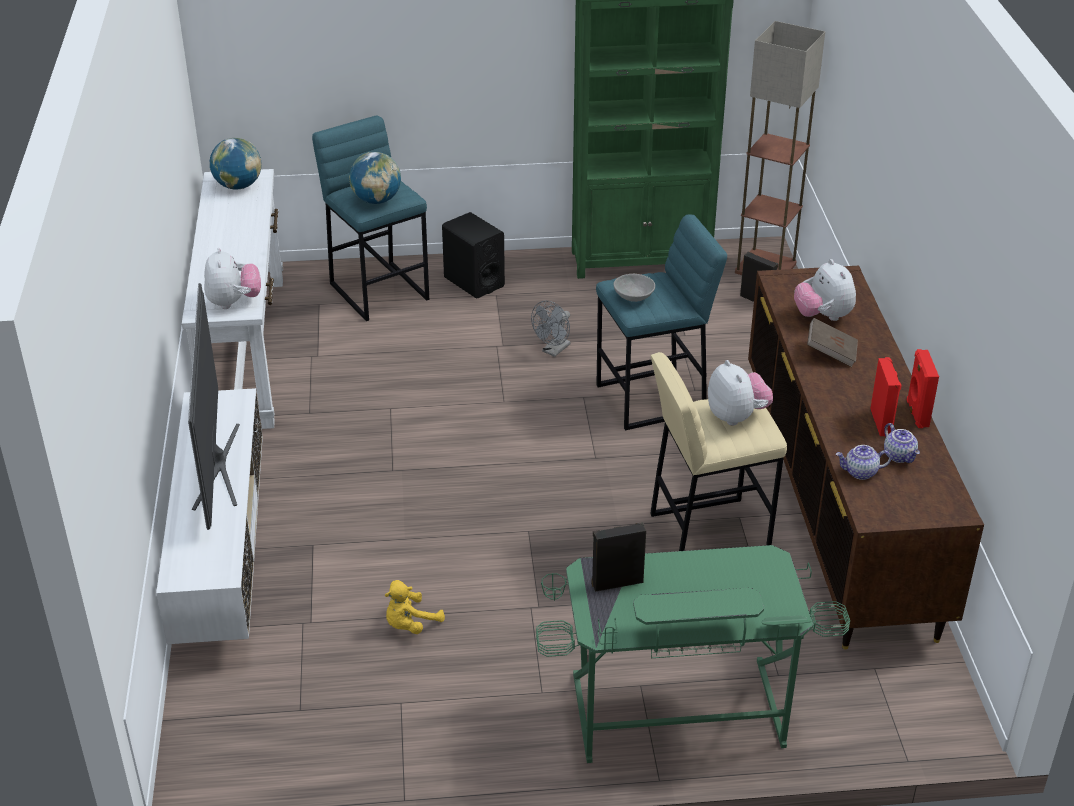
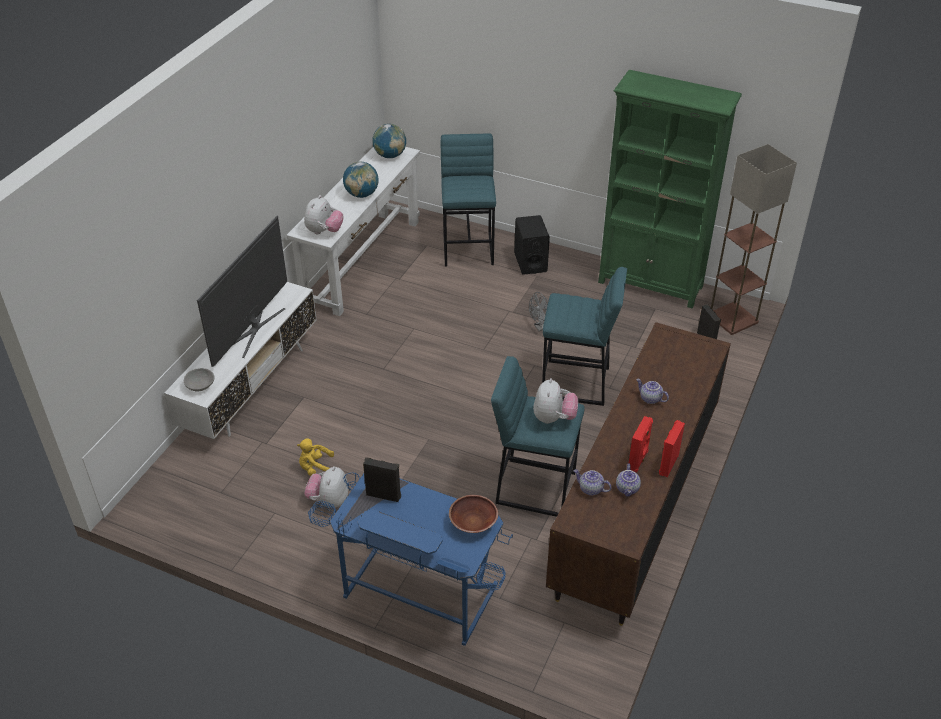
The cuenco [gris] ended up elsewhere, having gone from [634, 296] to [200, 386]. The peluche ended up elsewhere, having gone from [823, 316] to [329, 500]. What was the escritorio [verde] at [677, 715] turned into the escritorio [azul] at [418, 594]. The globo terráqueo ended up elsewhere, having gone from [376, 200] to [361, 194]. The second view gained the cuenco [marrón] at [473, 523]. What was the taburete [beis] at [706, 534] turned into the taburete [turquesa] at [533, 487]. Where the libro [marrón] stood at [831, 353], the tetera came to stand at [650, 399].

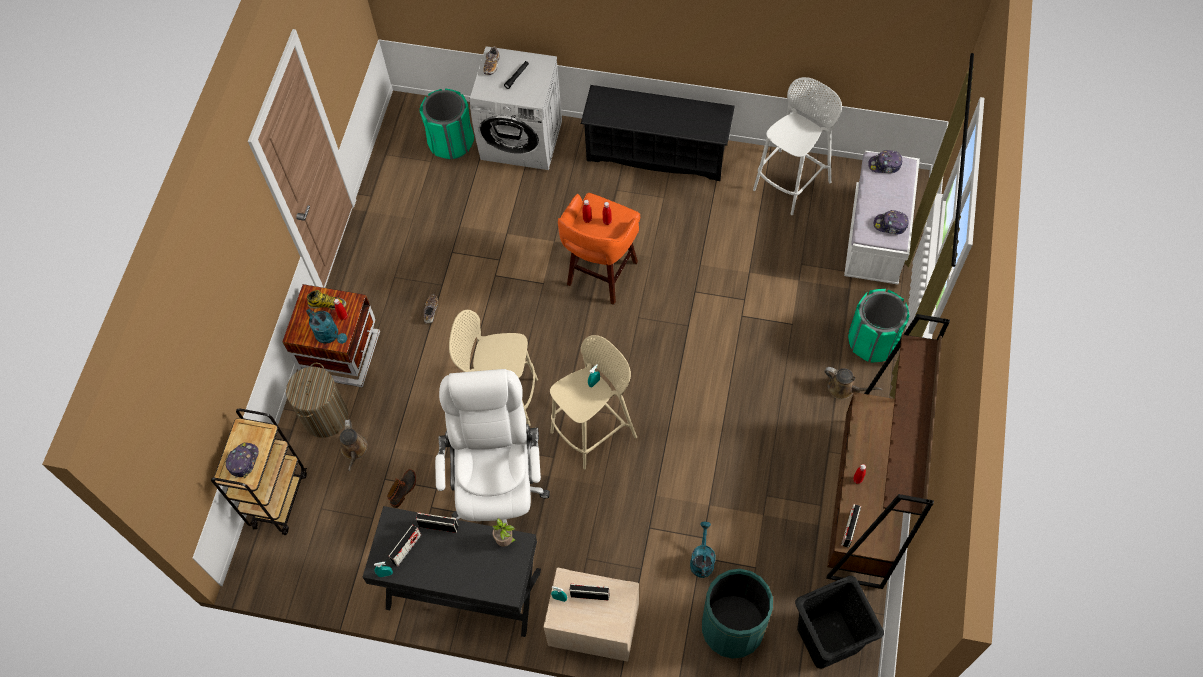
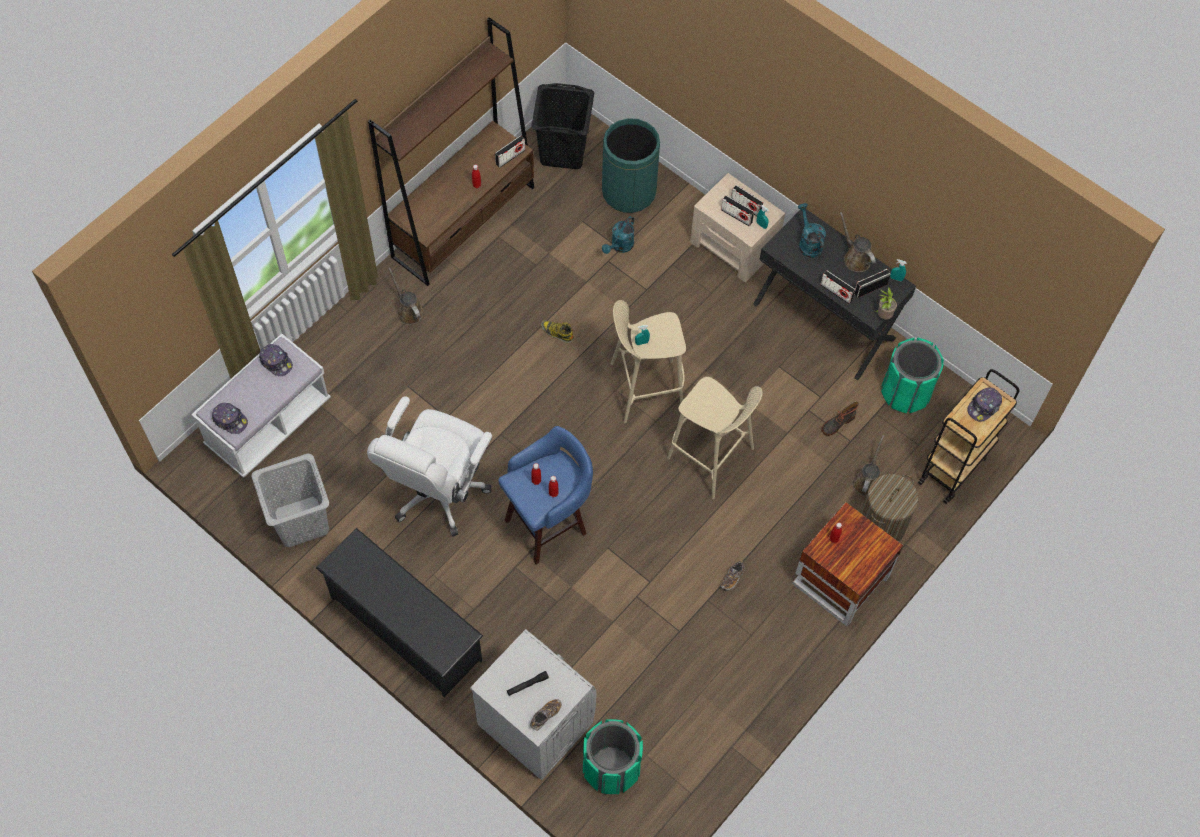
Where the taburete [blanco] stood at [790, 182], the cesto de la ropa [gris] came to stand at [300, 521]. The silla de oficina [blanco] ended up elsewhere, having gone from [498, 490] to [438, 494]. What was the taburete [naranja] at [600, 276] turned into the taburete [azul] at [549, 525]. The bota ended up elsewhere, having gone from [327, 304] to [557, 333]. The second view gained the radio at [746, 206]. The regadera [turquesa] ended up elsewhere, having gone from [330, 335] to [808, 243]. The second view gained the regadera [marrón] at [855, 258]. The planta en maceta ended up elsewhere, having gone from [506, 541] to [883, 315]. The papelera [verde] ended up elsewhere, having gone from [872, 341] to [906, 392].

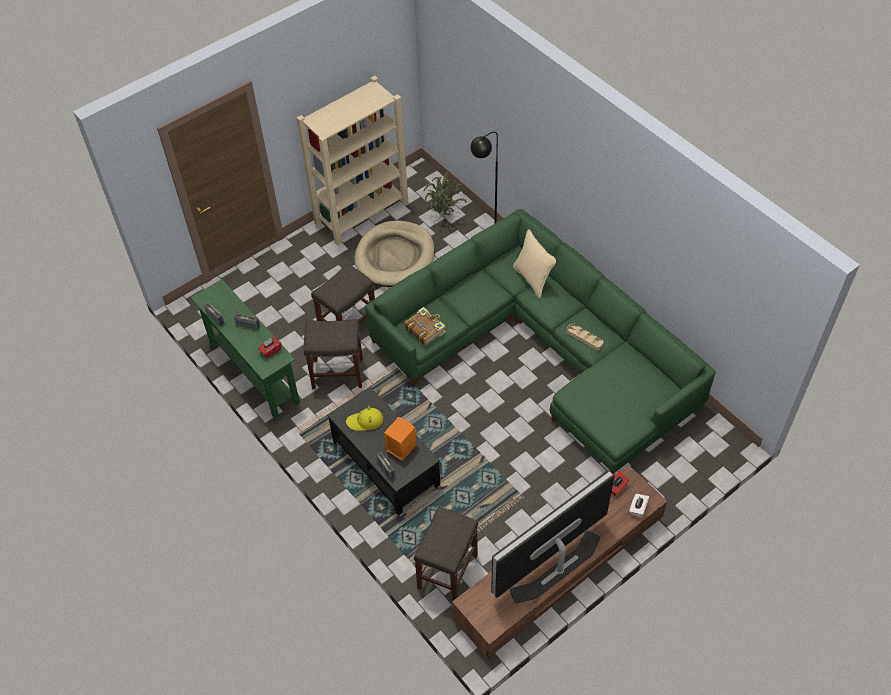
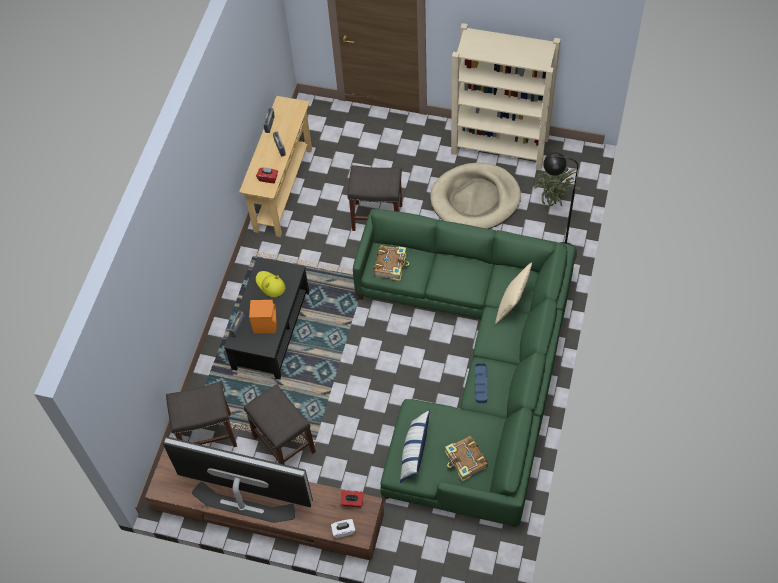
What was the mesa consola [verde] at [253, 373] turned into the mesa consola [beis] at [282, 189]. The taburete [gris] ended up elsewhere, having gone from [337, 373] to [283, 444]. The second view gained the cojín at [414, 452]. The second view gained the libro at [466, 461]. What was the bandeja [beis] at [584, 338] turned into the bandeja [azul] at [481, 384].

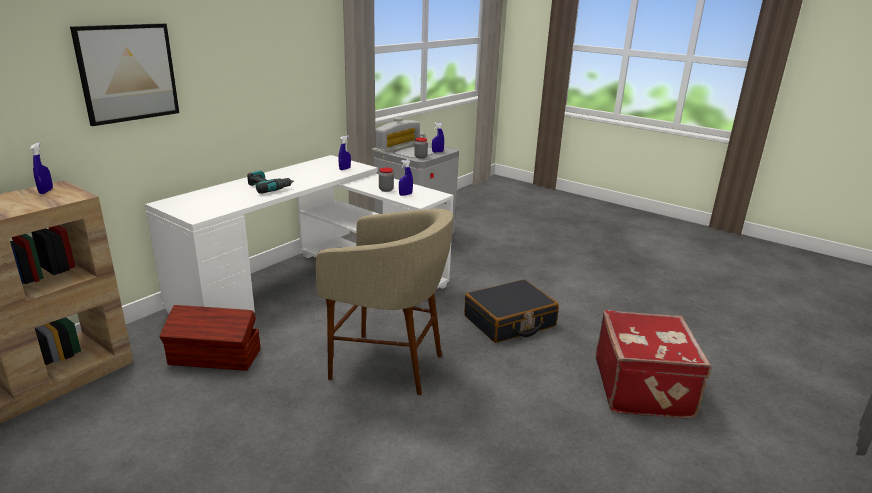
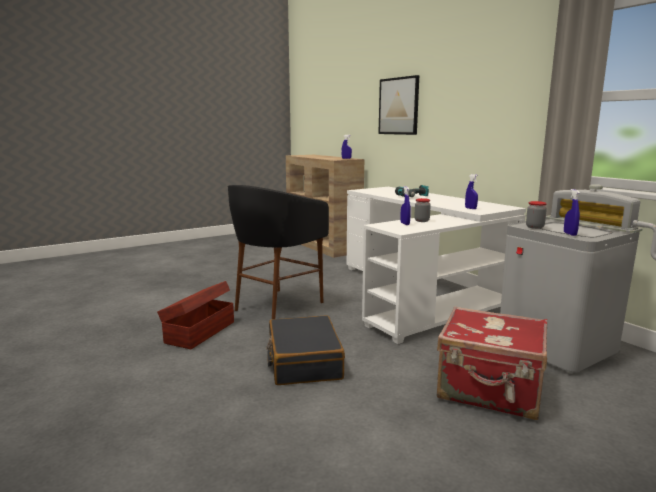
The caja de almacenaje [marrón] ended up elsewhere, having gone from [215, 358] to [199, 332]. What was the taburete [beis] at [388, 365] turned into the taburete [negro] at [277, 306]. The maleta [rojo] ended up elsewhere, having gone from [644, 388] to [490, 391].

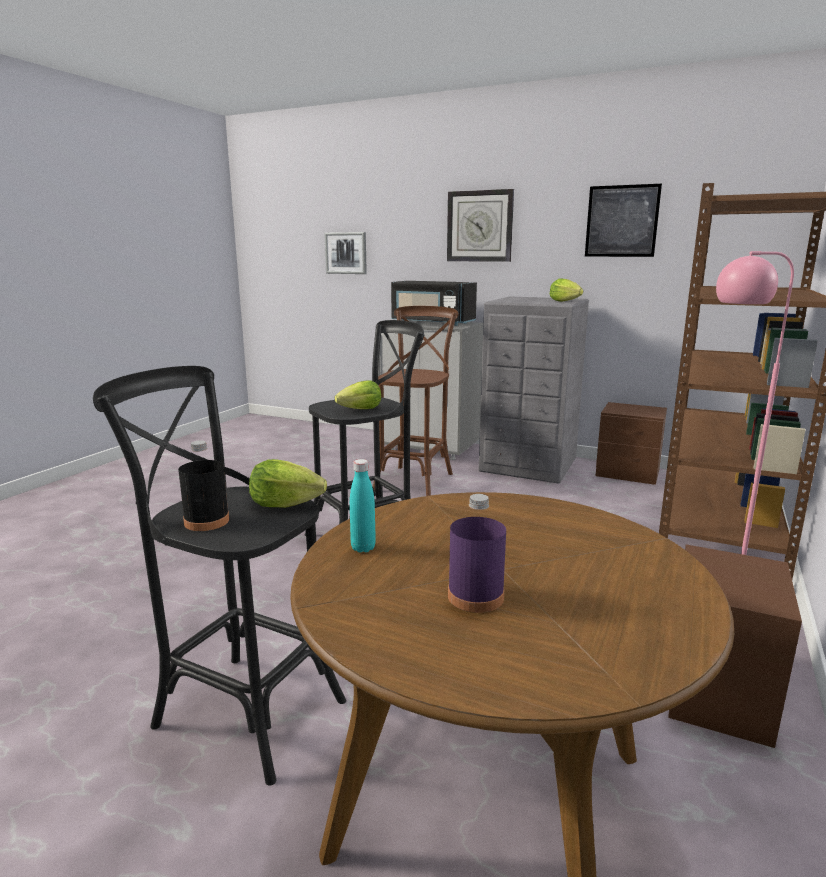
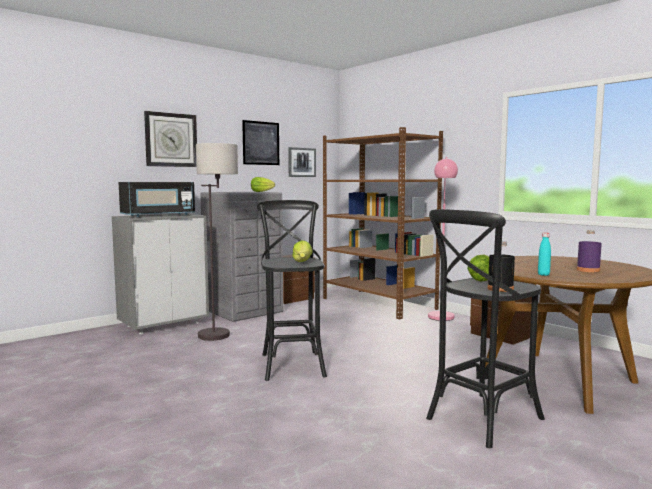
Where the taburete [marrón] stood at [415, 480], the lámpara de pie [gris] came to stand at [219, 338]. The cuadro ended up elsewhere, having gone from [346, 253] to [301, 162].

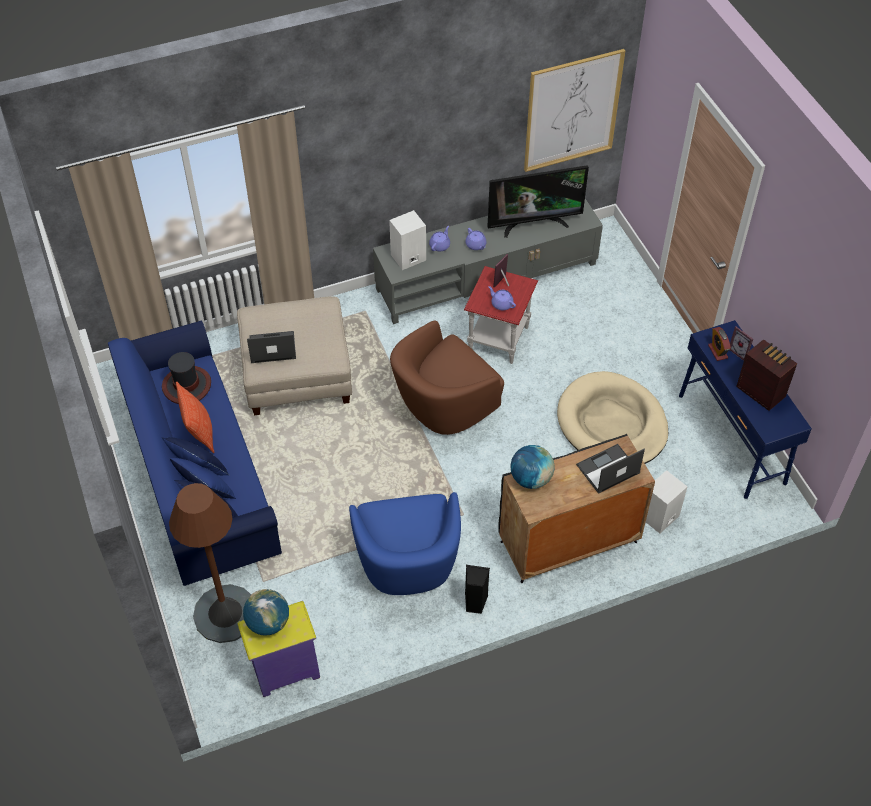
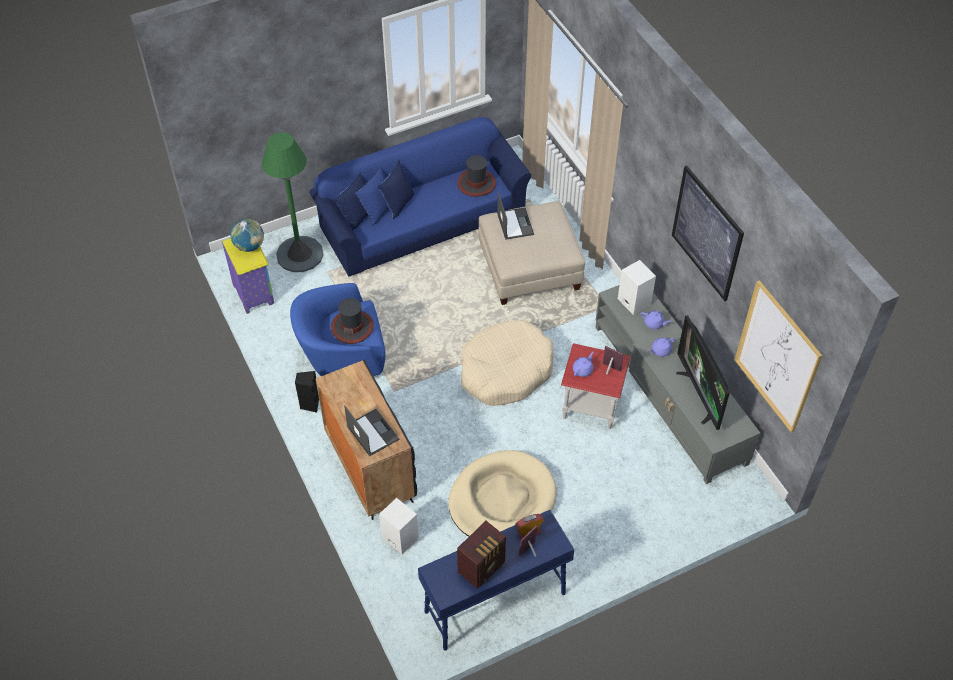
What was the lámpara de pie [marrón] at [225, 614] turned into the lámpara de pie [verde] at [299, 254]. The second view gained the sombrero at [352, 327]. Where the sillón [marrón] stood at [444, 407], the cama para perro [beis] came to stand at [505, 371]. The second view gained the cuadro at [707, 233]. The second view lost the cojín [naranja] at [199, 433]. The second view lost the globo terráqueo at [531, 479].

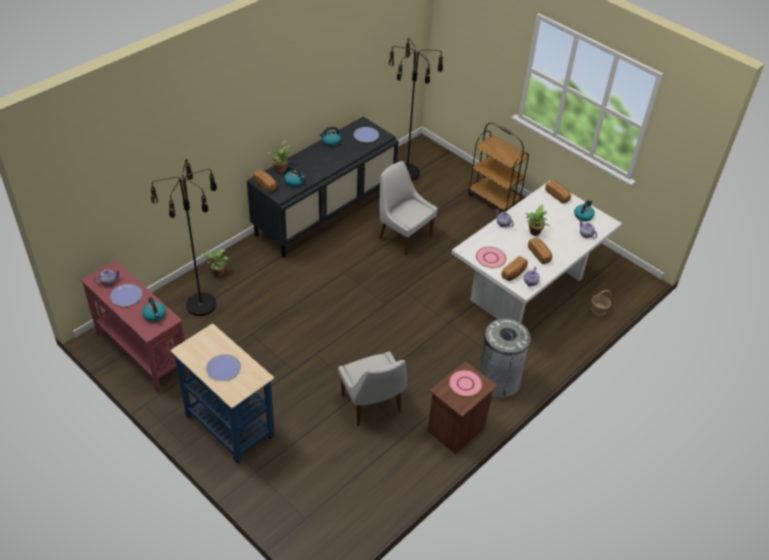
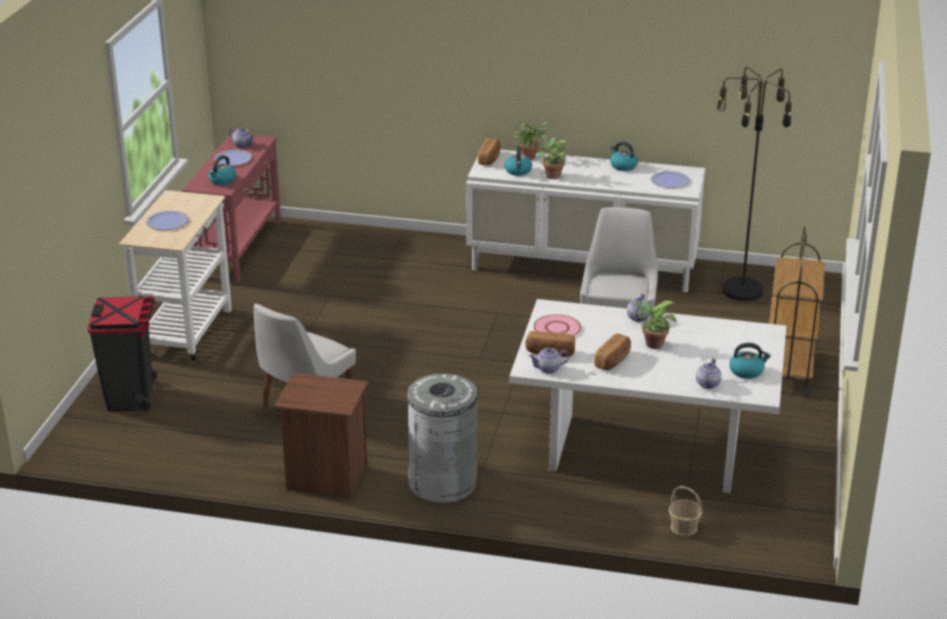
The second view gained the papelera [negro] at [131, 397]. What was the carrito [azul] at [228, 426] turned into the carrito [blanco] at [186, 331]. What was the armario [negro] at [325, 213] turned into the armario [blanco] at [583, 266]. The planta en maceta ended up elsewhere, having gone from [217, 273] to [551, 175]. The second view lost the lámpara de pie at [201, 305]. The second view lost the plato [rosa] at [465, 384]. The second view lost the pan at [557, 195].

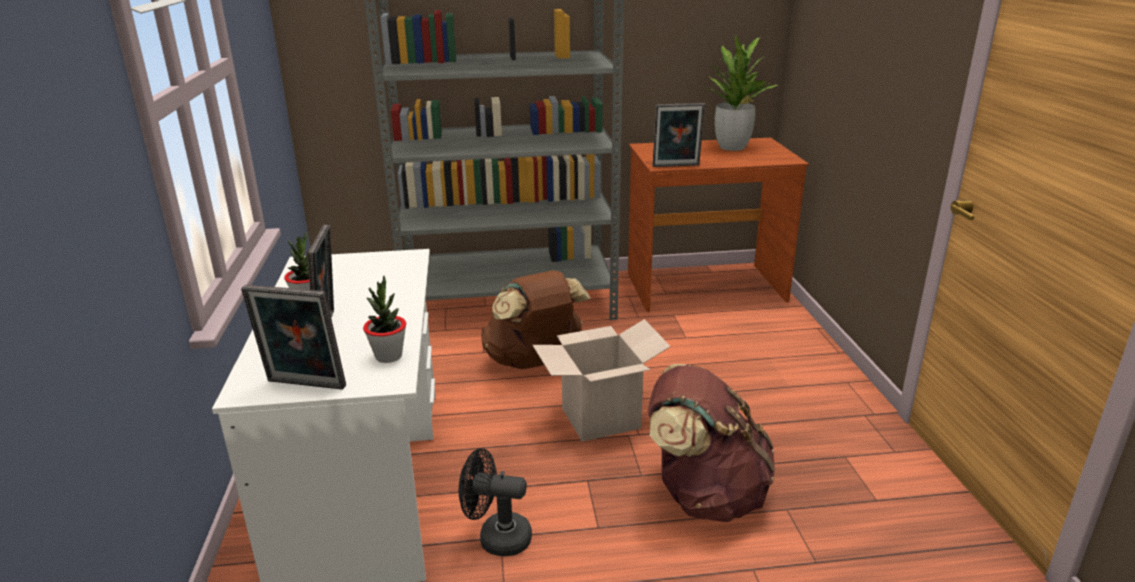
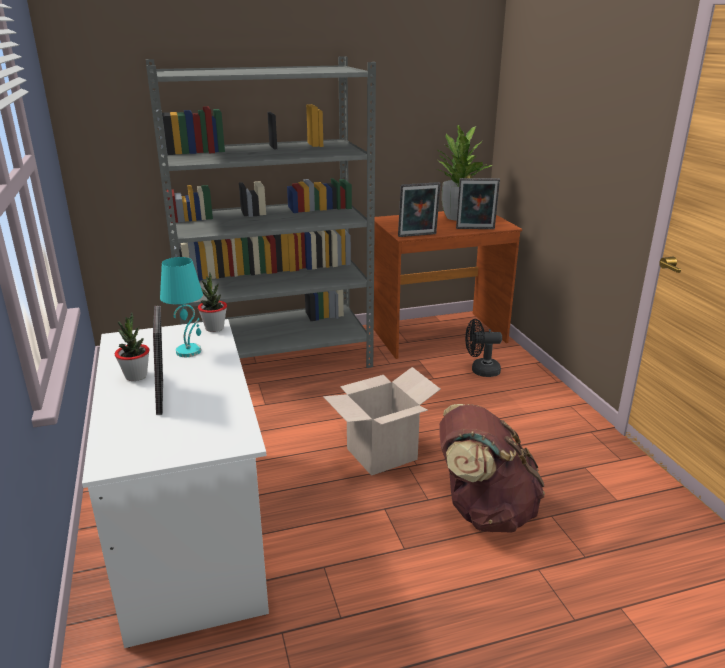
The second view gained the lámpara de mesa [turquesa] at [189, 351]. The planta en maceta ended up elsewhere, having gone from [388, 356] to [214, 328]. The portarretratos ended up elsewhere, having gone from [304, 386] to [475, 229]. The ventilador [negro] ended up elsewhere, having gone from [496, 538] to [480, 371]. The second view lost the mochila [marrón] at [535, 362].

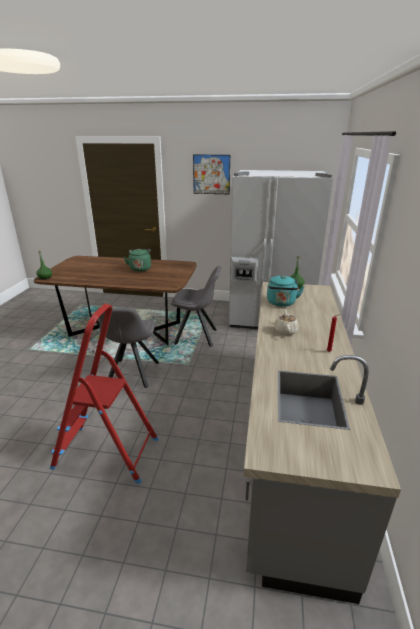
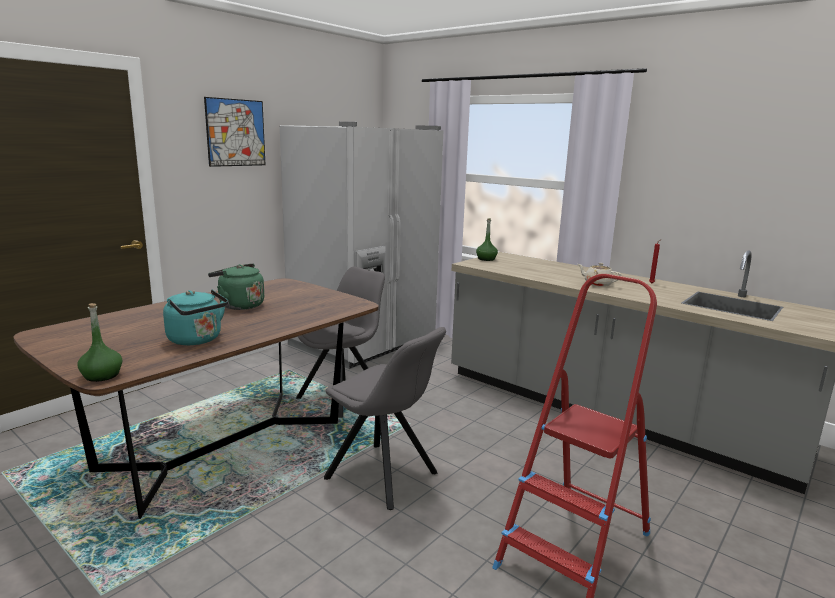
The hervidor [turquesa] ended up elsewhere, having gone from [281, 303] to [197, 340].

